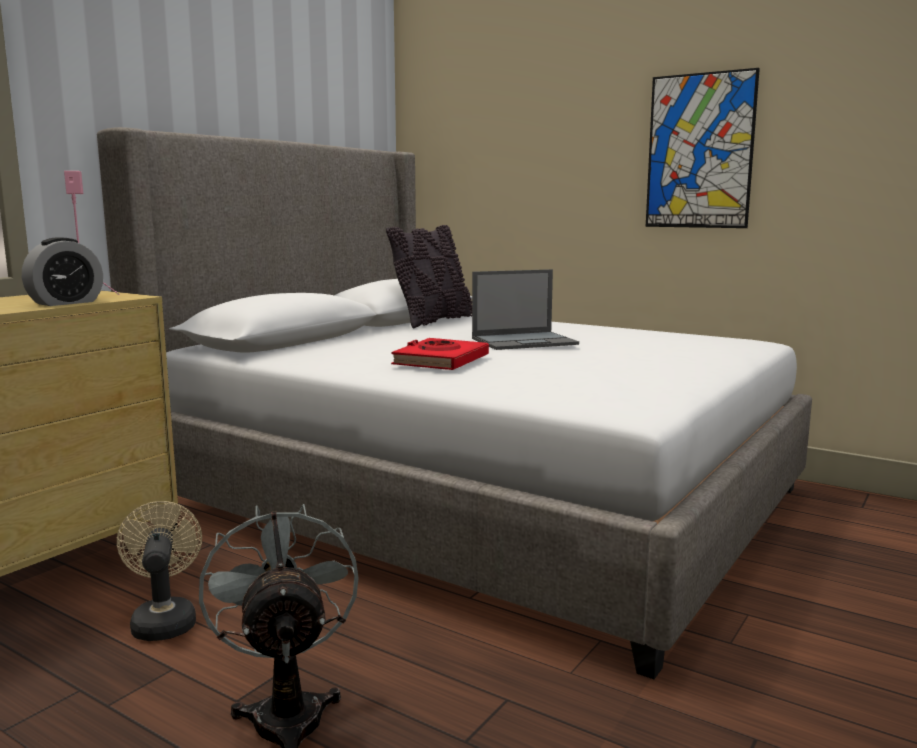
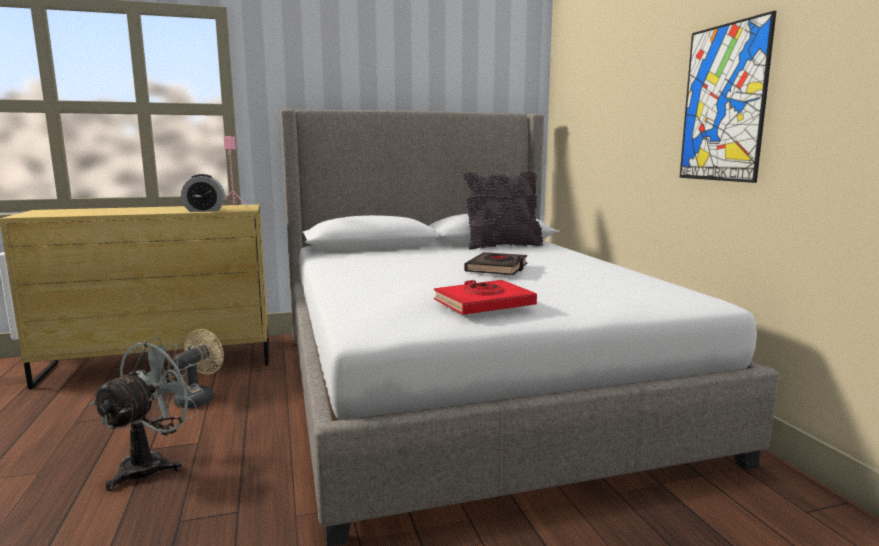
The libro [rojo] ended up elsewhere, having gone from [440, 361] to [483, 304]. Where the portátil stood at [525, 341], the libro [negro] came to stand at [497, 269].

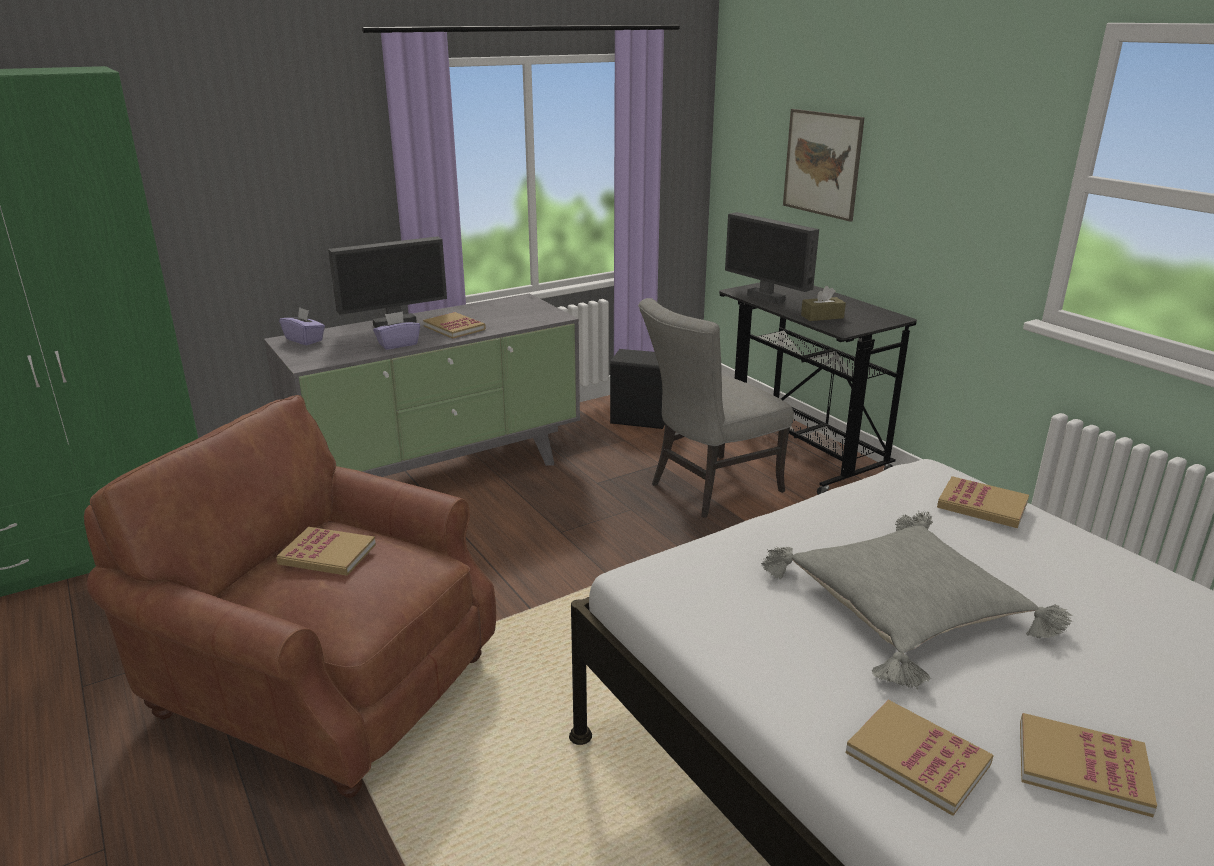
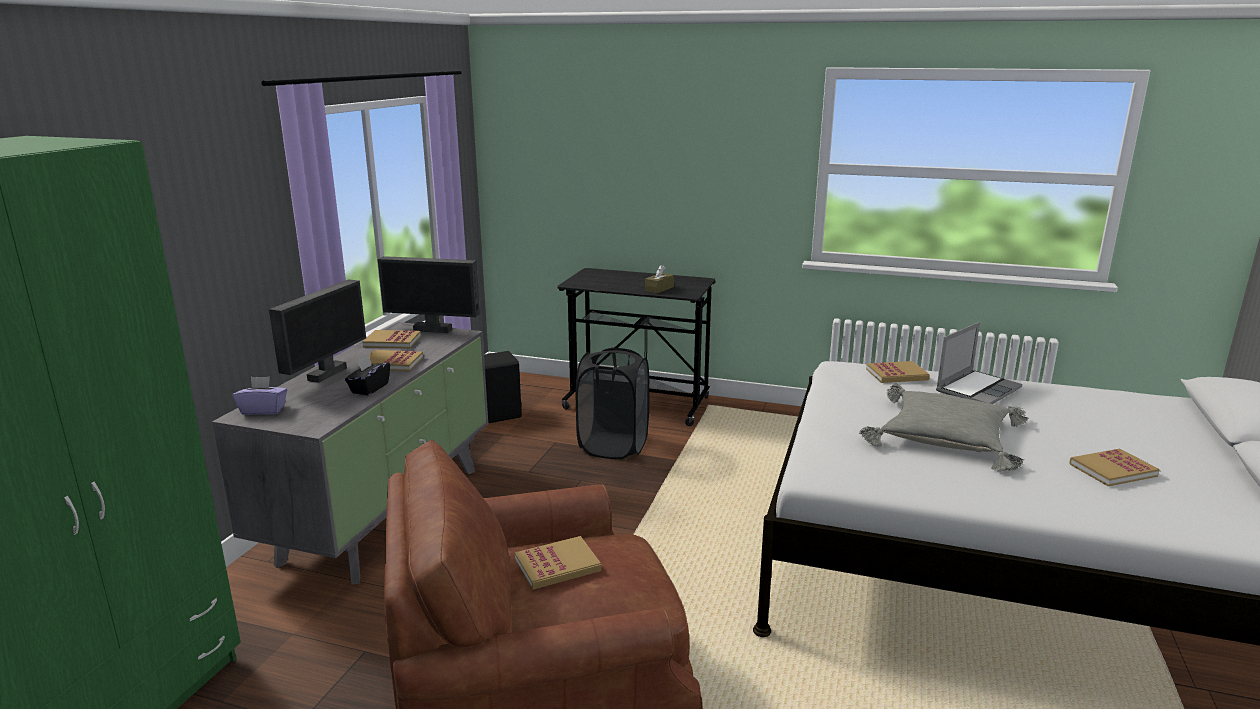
What was the caja de pañuelos [morado] at [398, 344] turned into the caja de pañuelos [negro] at [369, 388]. The libro ended up elsewhere, having gone from [917, 758] to [392, 341]. The monitor ended up elsewhere, having gone from [767, 298] to [433, 329]. Where the silla [gris] stood at [709, 488], the cesto de la ropa [negro] came to stand at [613, 446]. The second view gained the portátil at [977, 389]. The second view lost the cuadro at [822, 164].

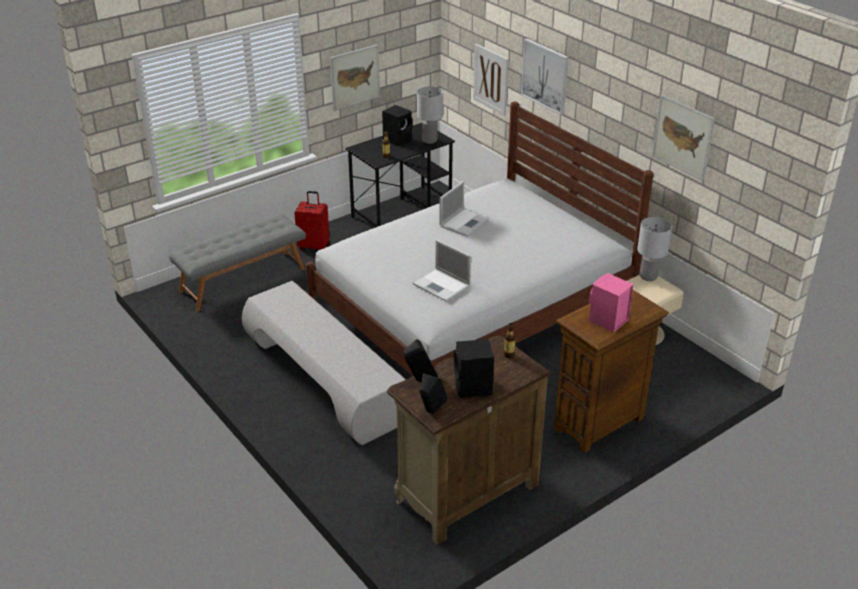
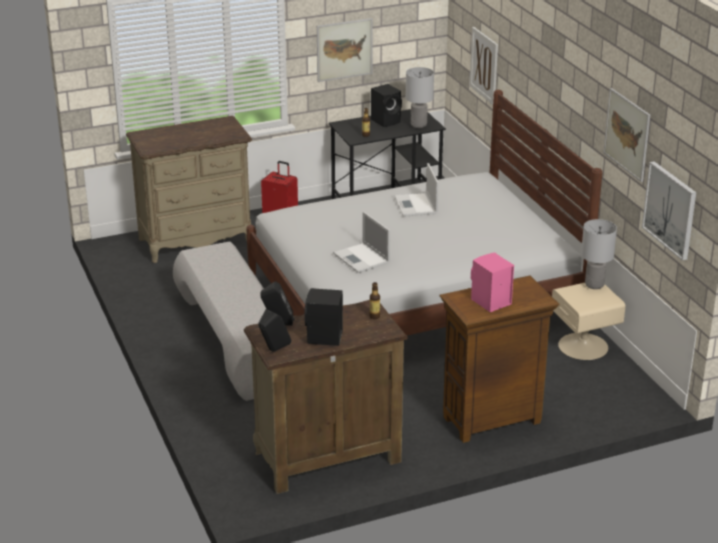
Where the banco [gris] stood at [242, 280], the cómoda [beis] came to stand at [196, 242]. The portátil at [464, 222] ended up facing another way, 120 degrees clockwise from before. The cuadro ended up elsewhere, having gone from [545, 76] to [670, 210].

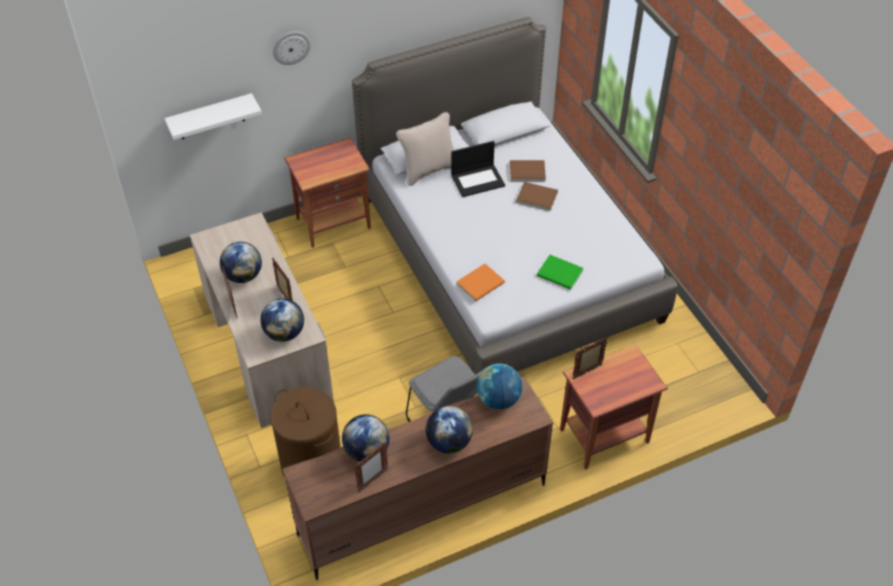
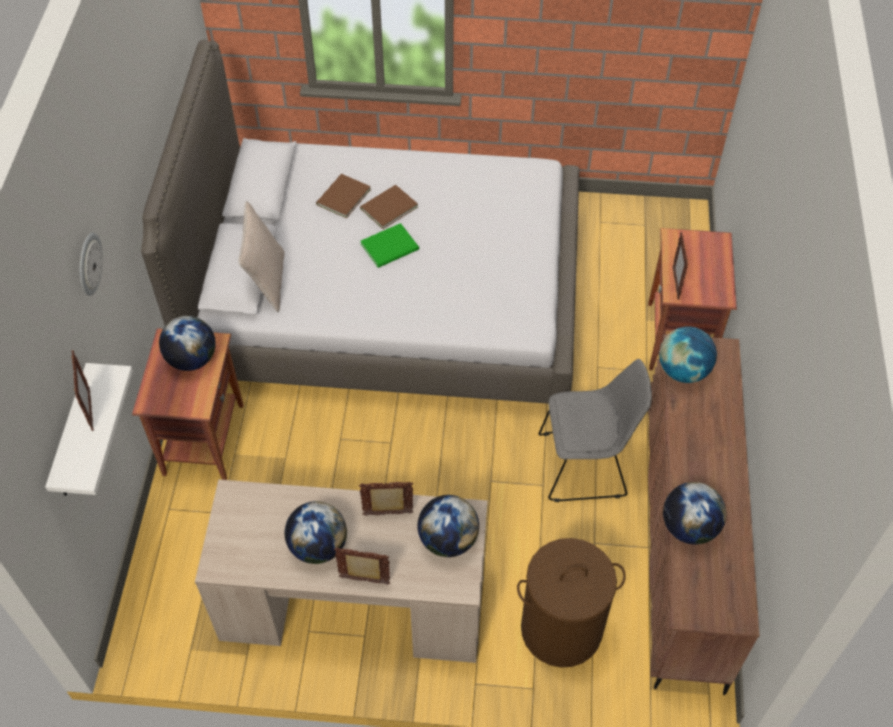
The portarretratos ended up elsewhere, having gone from [372, 481] to [90, 410]. The globo terráqueo ended up elsewhere, having gone from [449, 442] to [192, 359]. The libro [verde] ended up elsewhere, having gone from [560, 274] to [391, 247]. The second view lost the portátil at [478, 180]. The second view lost the libro [naranja] at [482, 283].

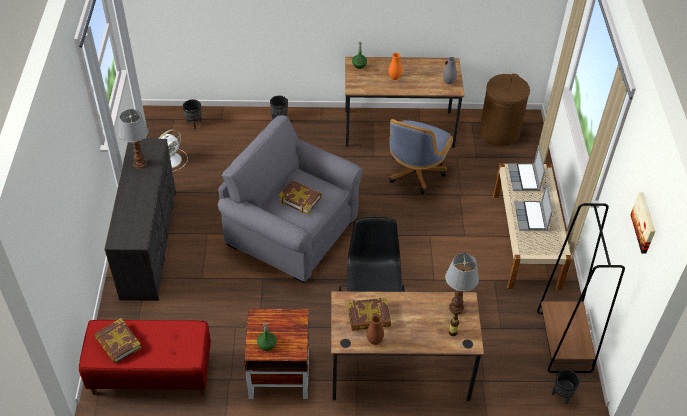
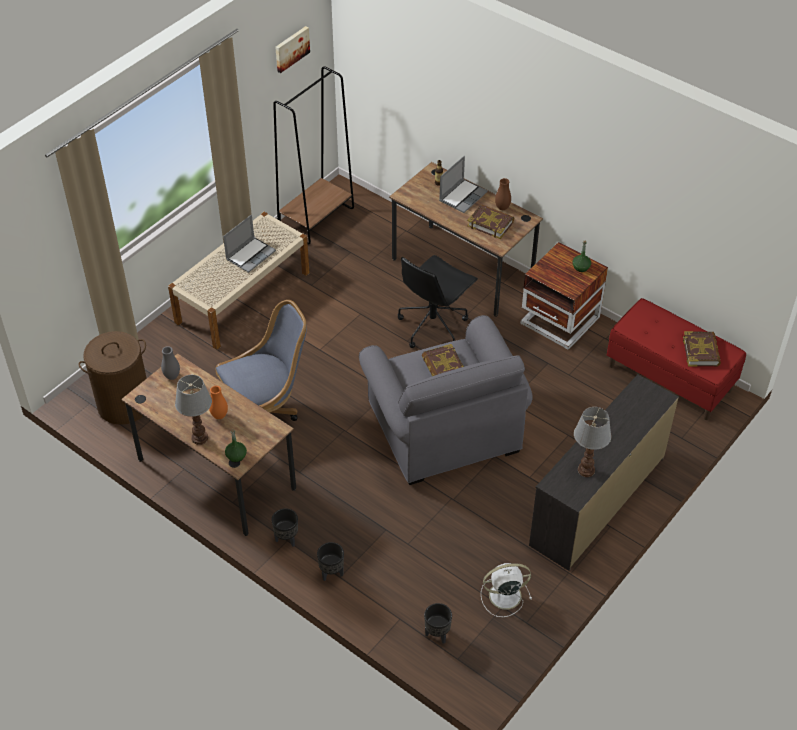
The lámpara de mesa ended up elsewhere, having gone from [456, 307] to [199, 438]. The maceta [negro] ended up elsewhere, having gone from [561, 395] to [287, 539]. The portátil ended up elsewhere, having gone from [524, 178] to [462, 196].

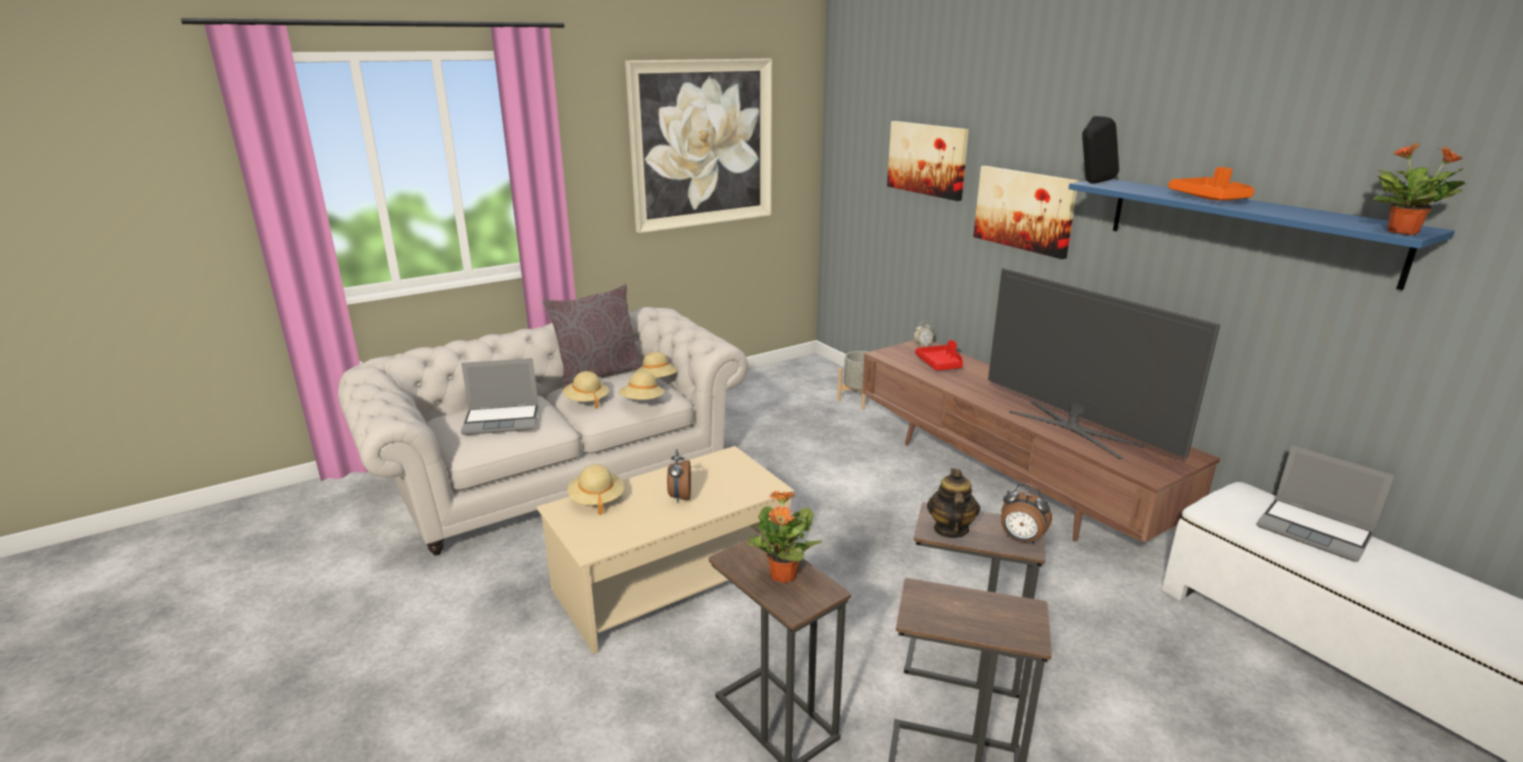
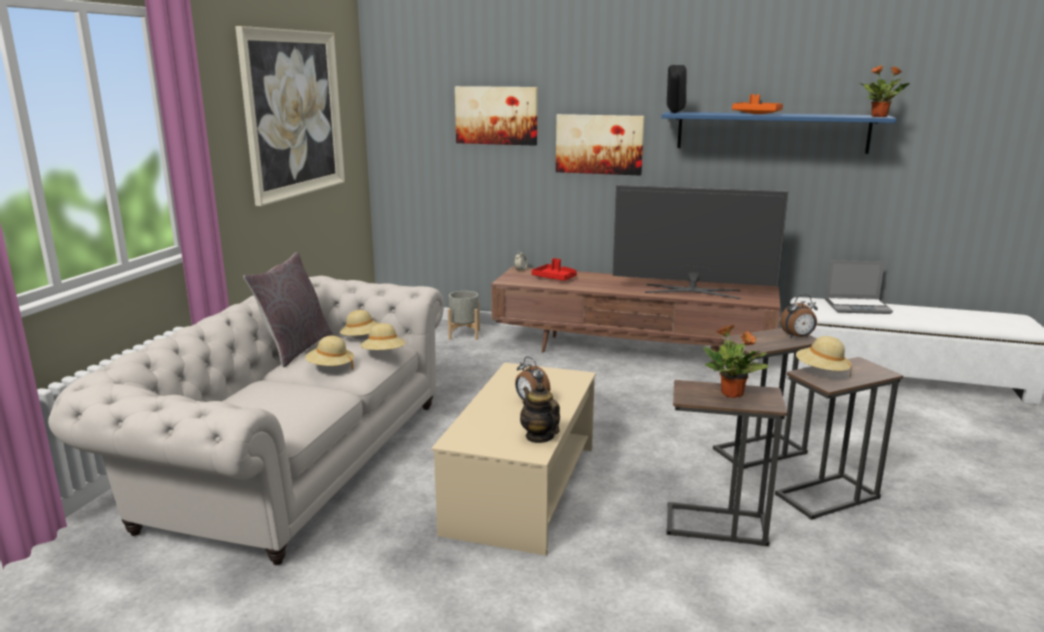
The tetera ended up elsewhere, having gone from [950, 529] to [539, 436]. The sombrero [beis] ended up elsewhere, having gone from [596, 500] to [821, 372]. The second view lost the portátil at [503, 420].

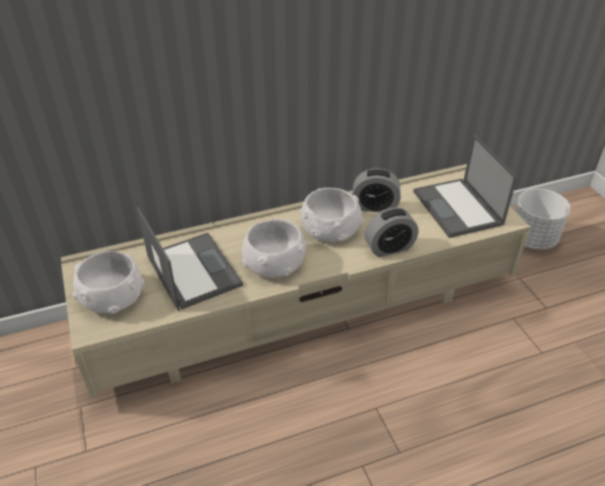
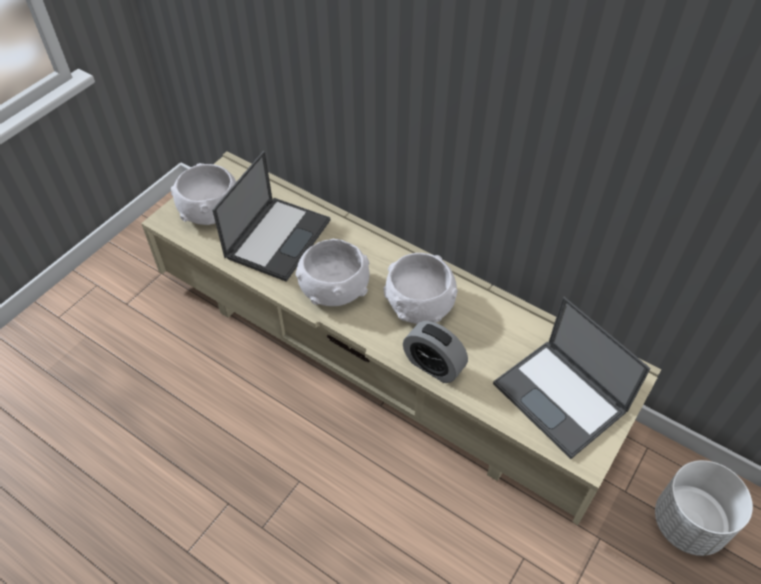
The portátil at [458, 208] ended up facing another way, 75 degrees counterclockwise from before. The second view lost the despertador at [375, 206].

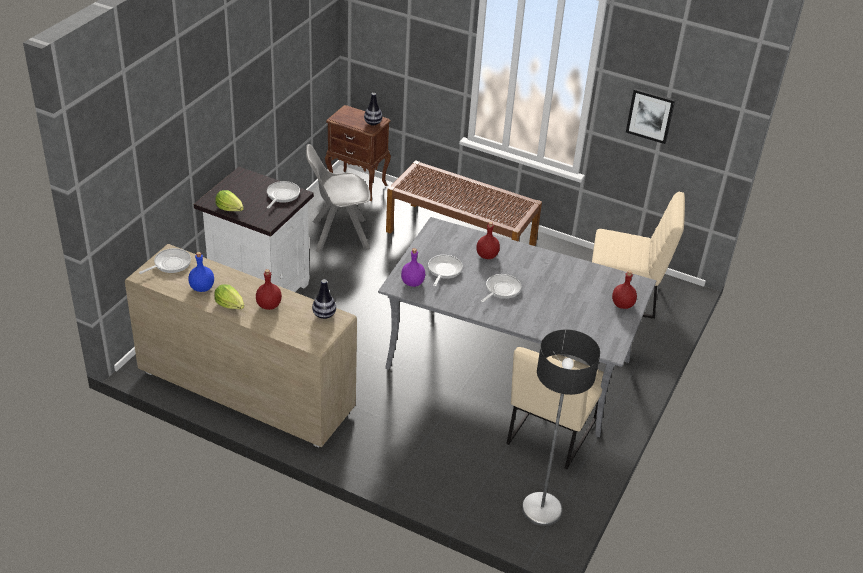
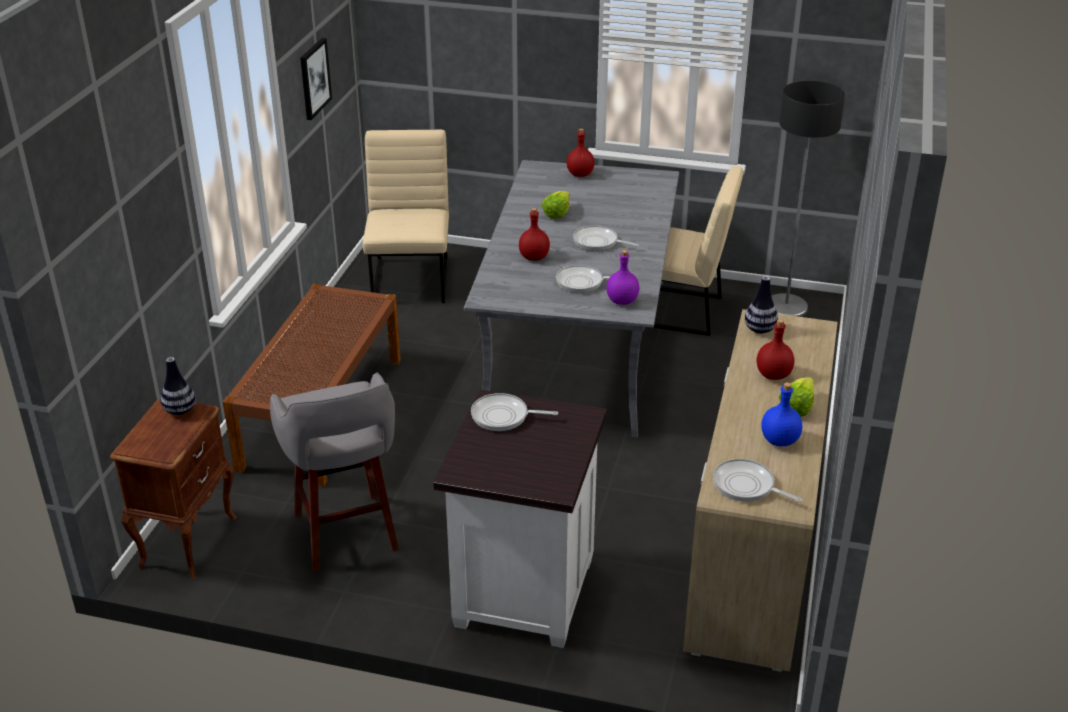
Where the silla [gris] stood at [338, 235], the taburete [gris] came to stand at [346, 536]. The lechuga ended up elsewhere, having gone from [230, 209] to [556, 213].

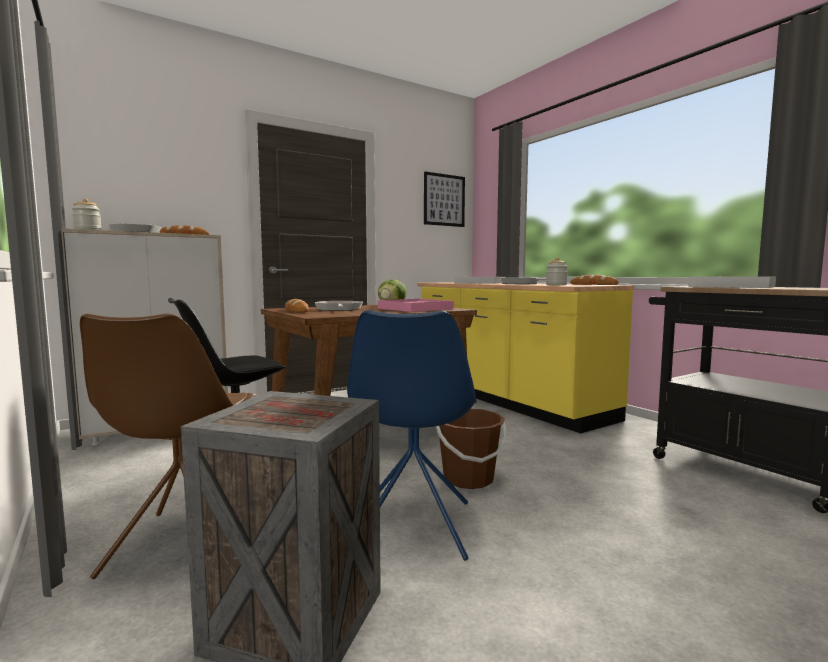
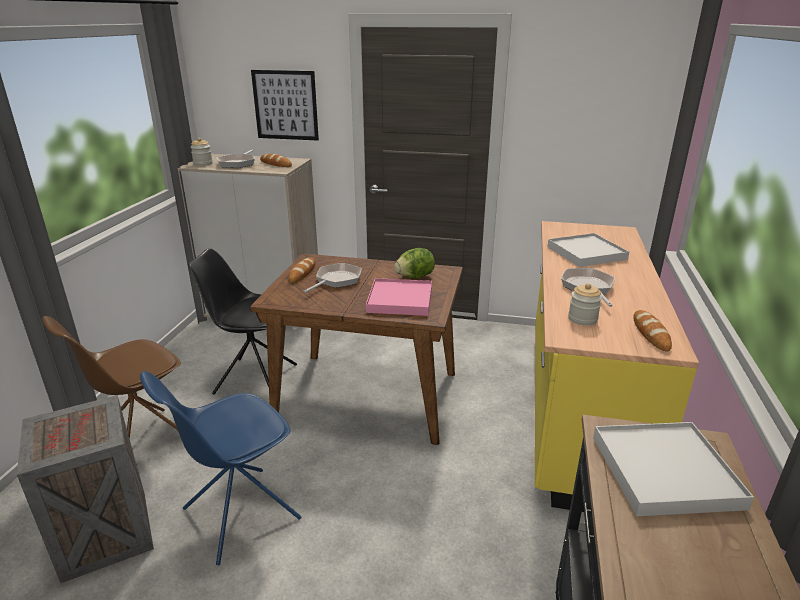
The cuadro ended up elsewhere, having gone from [444, 200] to [285, 105]. The second view lost the cubo [marrón] at [468, 479].

